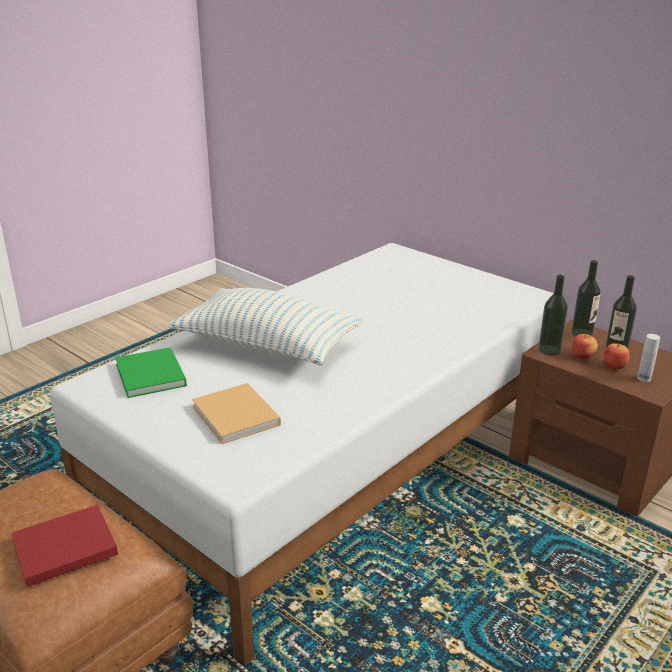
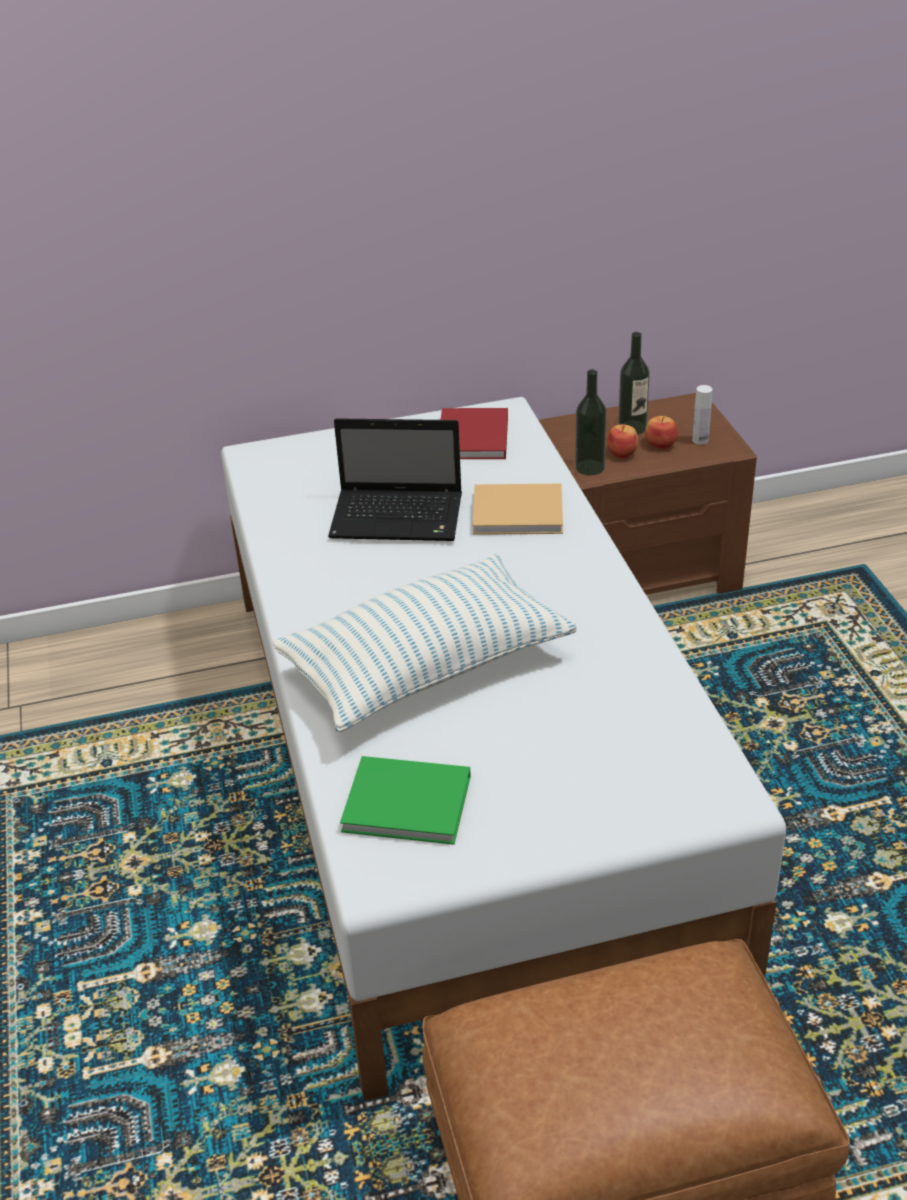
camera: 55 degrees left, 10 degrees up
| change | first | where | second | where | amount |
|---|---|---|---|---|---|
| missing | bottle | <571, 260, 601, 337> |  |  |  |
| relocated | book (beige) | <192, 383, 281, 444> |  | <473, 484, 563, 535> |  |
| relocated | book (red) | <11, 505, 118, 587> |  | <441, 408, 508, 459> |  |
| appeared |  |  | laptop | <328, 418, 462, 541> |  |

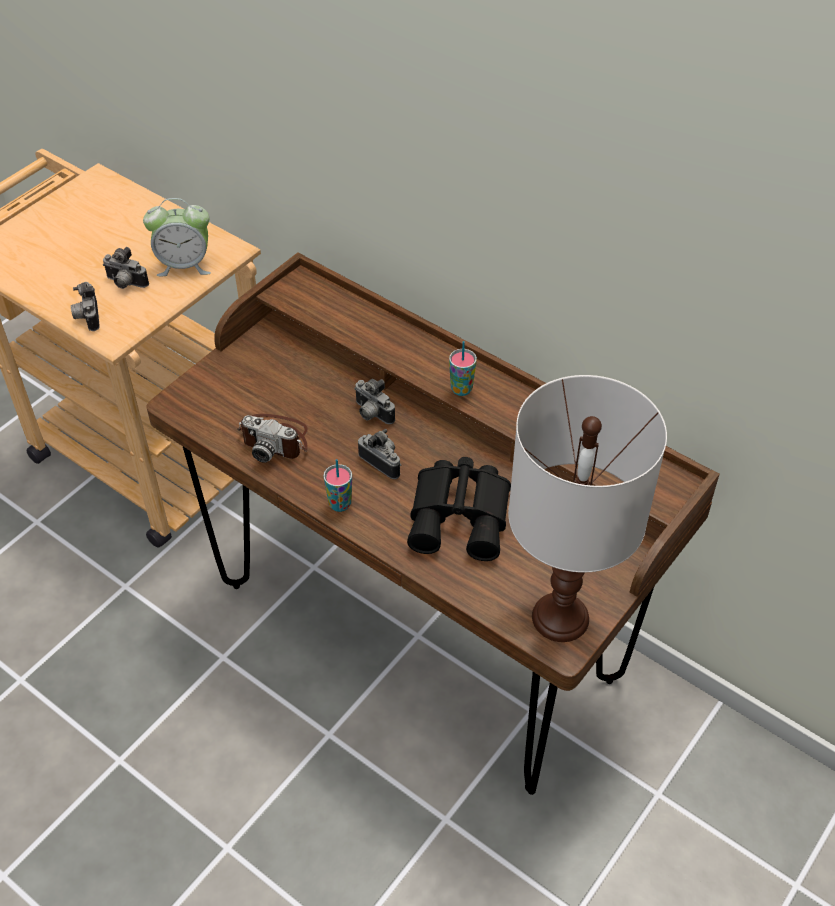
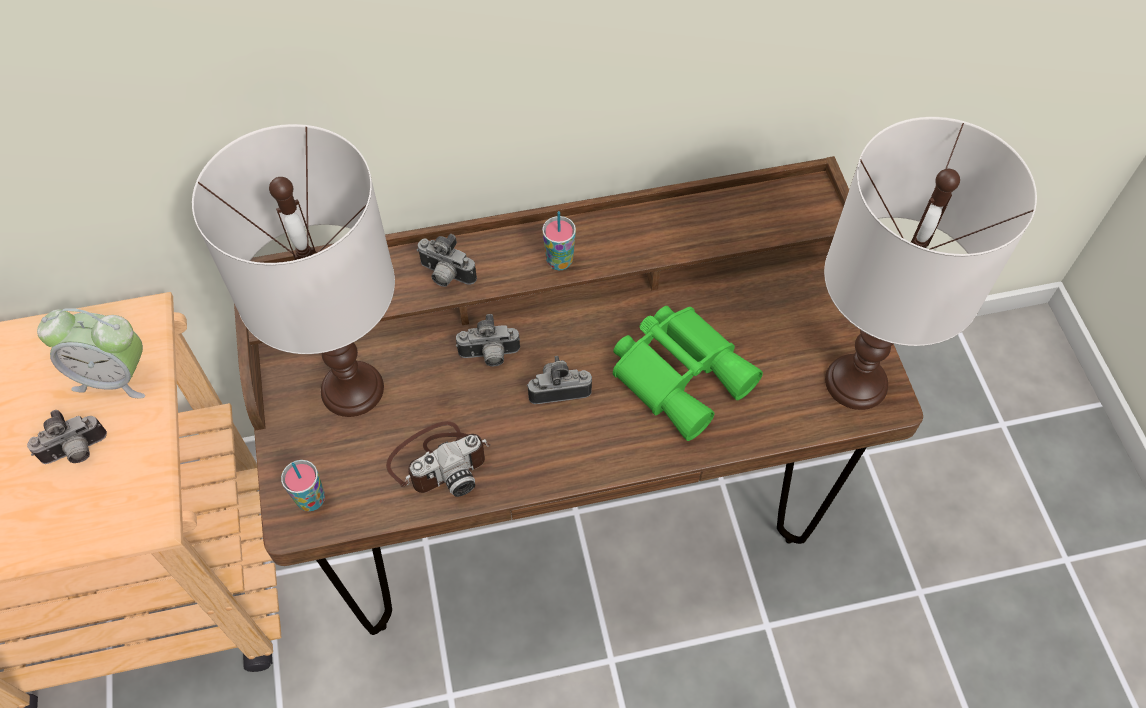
camera: 50 degrees left, 10 degrees up
| change | first | where | second | where | amount |
|---|---|---|---|---|---|
| spun | alarm clock | <143, 198, 211, 276> |  | <37, 308, 145, 398> | 60 degrees clockwise |
| relocated | photo camera | <71, 282, 100, 331> |  | <417, 234, 477, 287> |  |
| colour | binoculars (black) | <407, 457, 511, 561> | binoculars (green) | <613, 306, 763, 441> |  |
| relocated | cup | <323, 459, 352, 512> |  | <281, 460, 325, 511> |  |
| appeared |  |  | table lamp (white) | <192, 124, 395, 417> |  |

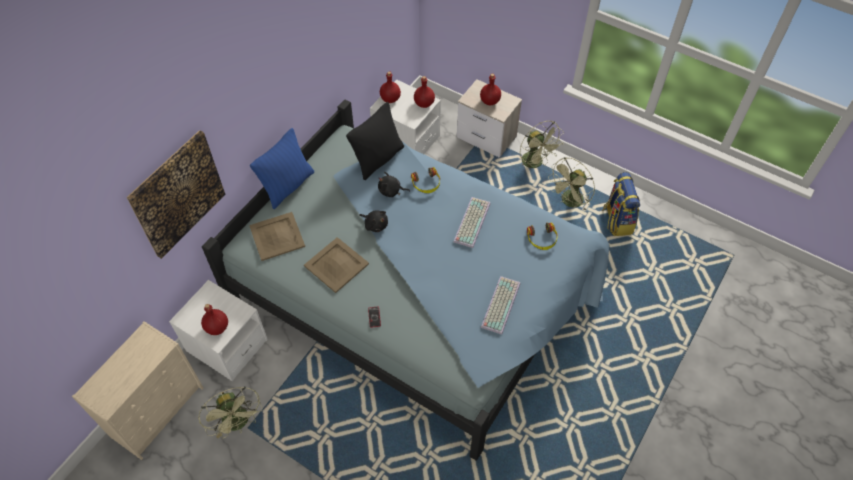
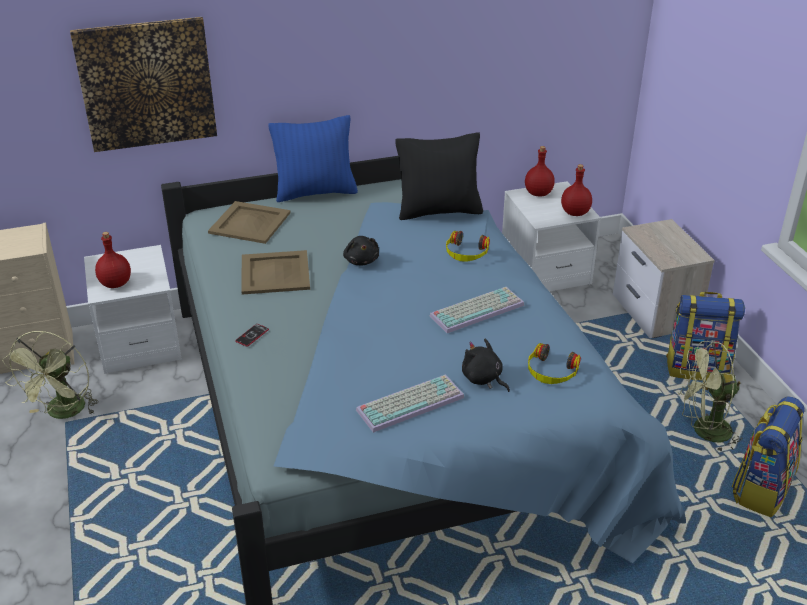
camera: 40 degrees right, 20 degrees down
| change | first | where | second | where | amount |
|---|---|---|---|---|---|
| missing | bottle (red) | <480, 74, 501, 105> |  |  |  |
| exchanged | fan (green) | <520, 121, 564, 168> | backpack | <666, 292, 745, 381> |  |
| relocated | plush toy (black) | <378, 172, 410, 197> |  | <462, 339, 510, 392> |  |

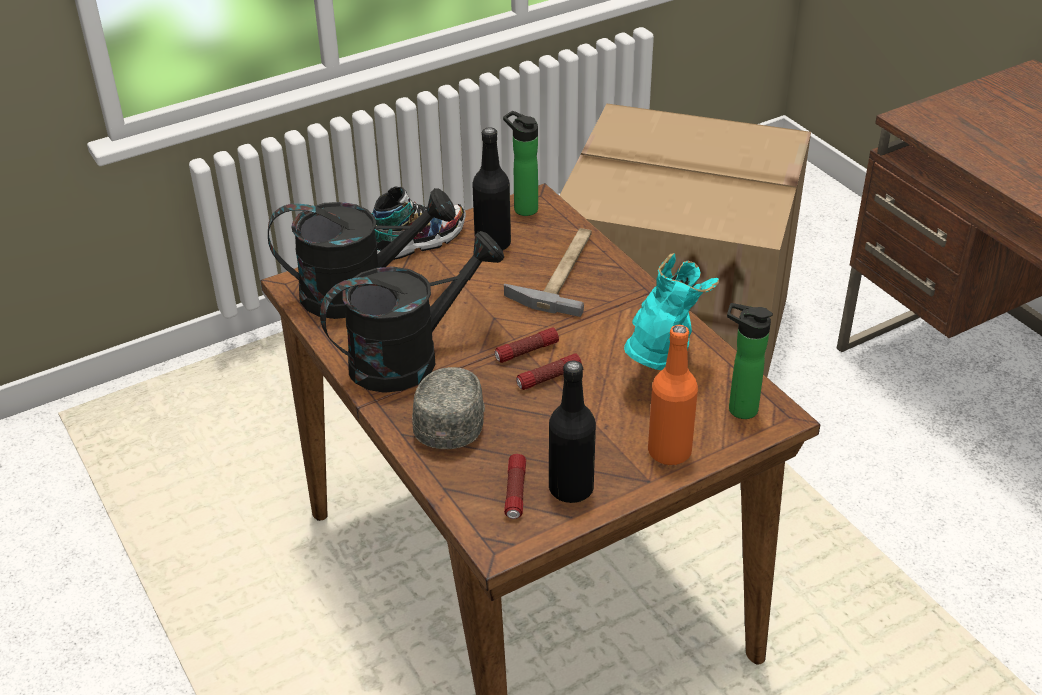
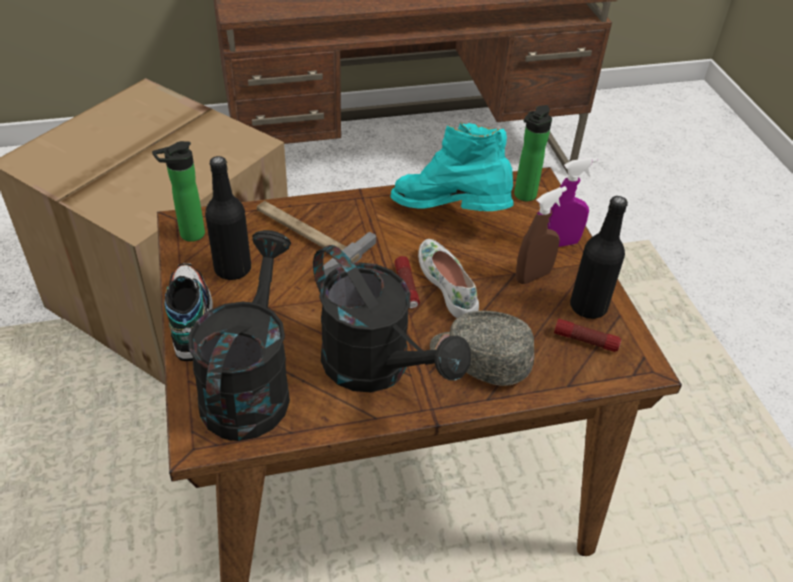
camera: 75 degrees left, 5 degrees up
| change | first | where | second | where | amount |
|---|---|---|---|---|---|
| spun | watering can (black) | <320, 231, 504, 393> |  | <313, 245, 471, 392> | 150 degrees clockwise |
| exchanged | bottle (orange) | <648, 325, 698, 465> | spray bottle (purple) | <547, 158, 597, 247> |  |
| exchanged | flashlight | <516, 353, 582, 390> | shoe (white) | <418, 239, 479, 318> |  |
| appeared |  |  | spray bottle (brown) | <516, 186, 567, 284> |  |

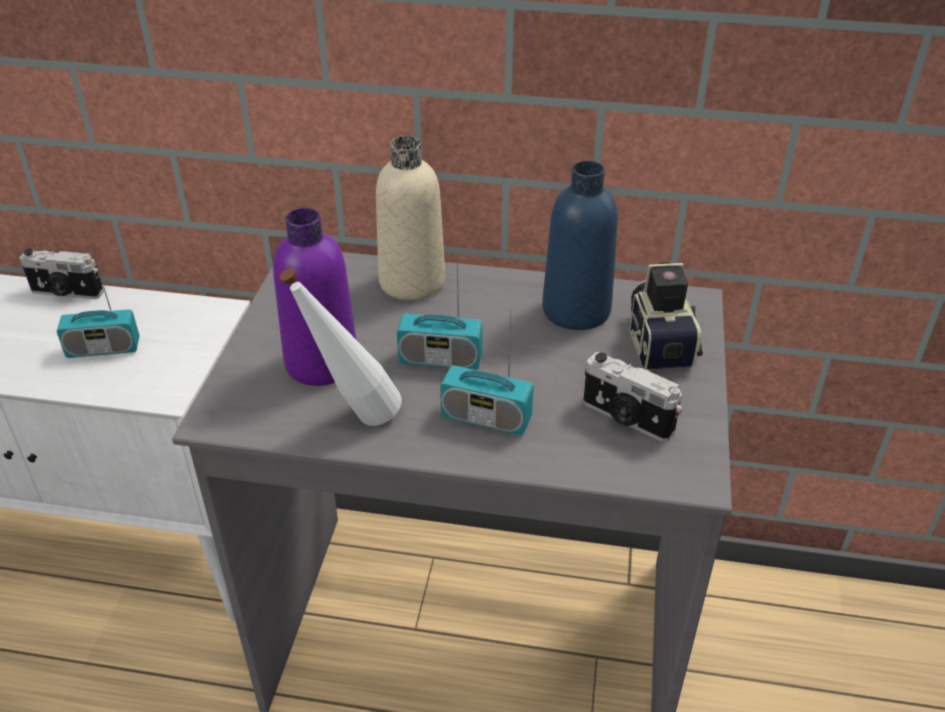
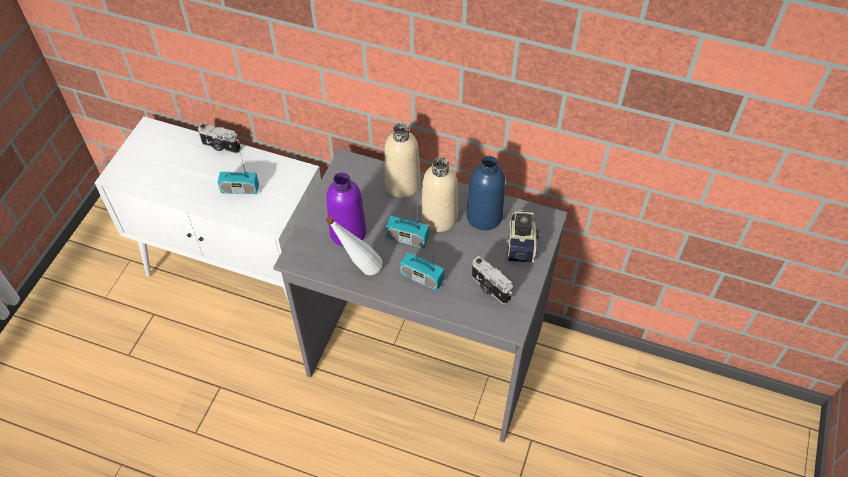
camera: 10 degrees right, 15 degrees up
| change | first | where | second | where | amount |
|---|---|---|---|---|---|
| appeared |  |  | bottle (beige) | <421, 157, 458, 232> |  |

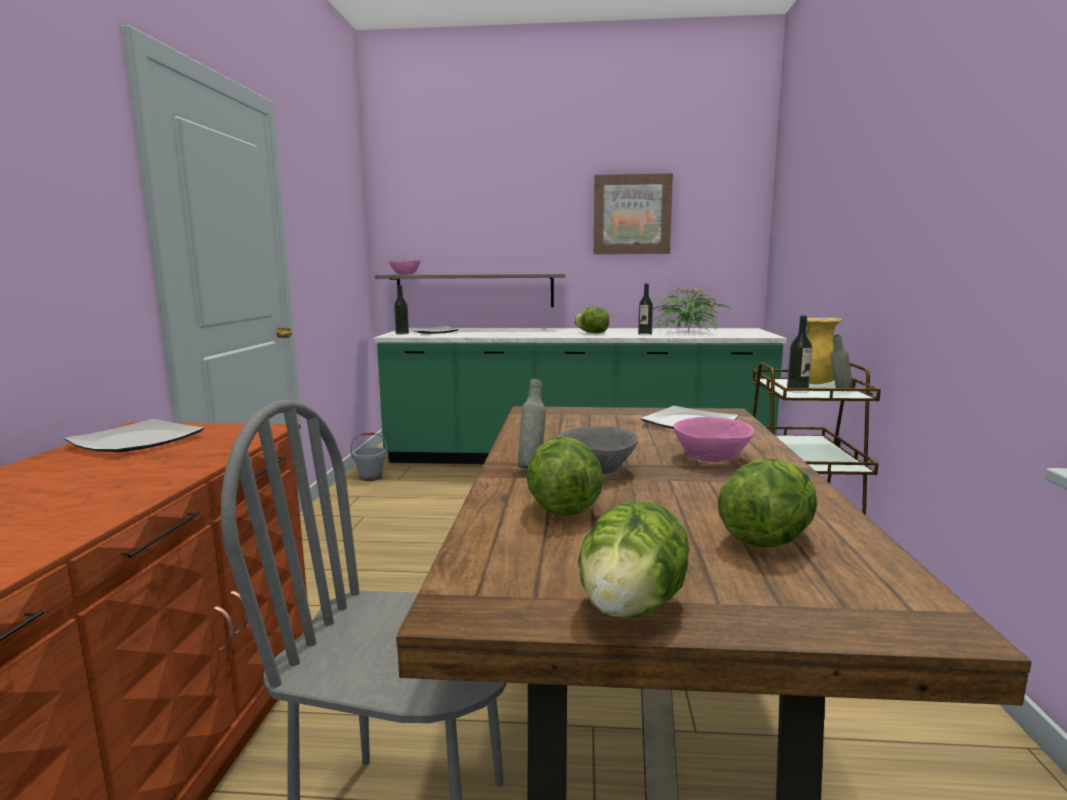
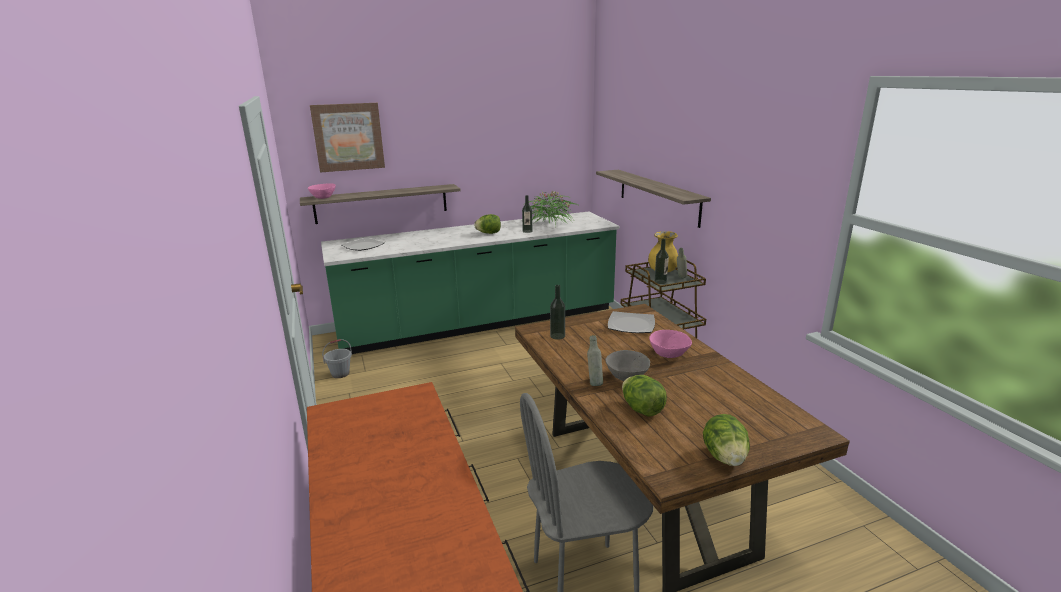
camera: 25 degrees left, 10 degrees up
| change | first | where | second | where | amount |
|---|---|---|---|---|---|
| relocated | picture | <594, 173, 673, 254> |  | <310, 103, 385, 173> |  |
| relocated | bottle | <394, 285, 409, 334> |  | <550, 285, 565, 340> |  |
| missing | plate | <64, 419, 205, 452> |  |  |  |
| missing | lettuce | <718, 459, 817, 548> |  |  |  |
| appeared |  |  | shelf | <596, 170, 711, 228> |  |

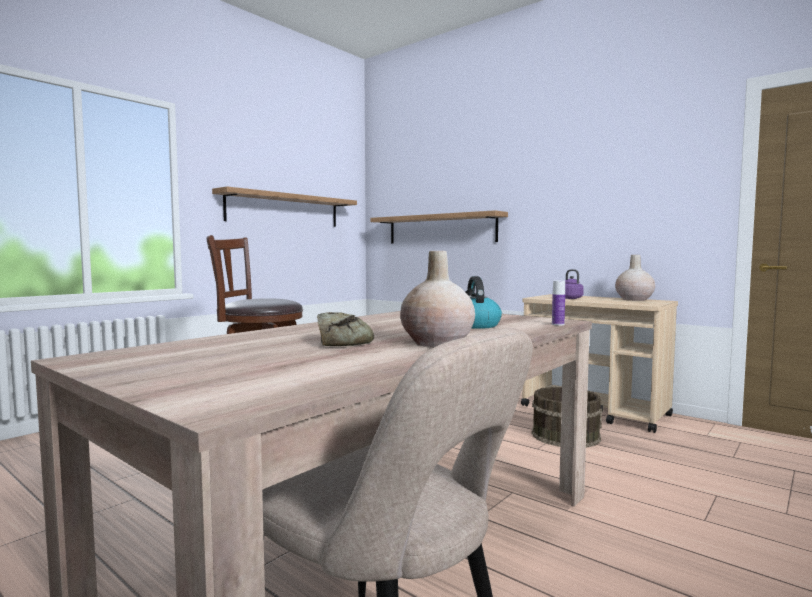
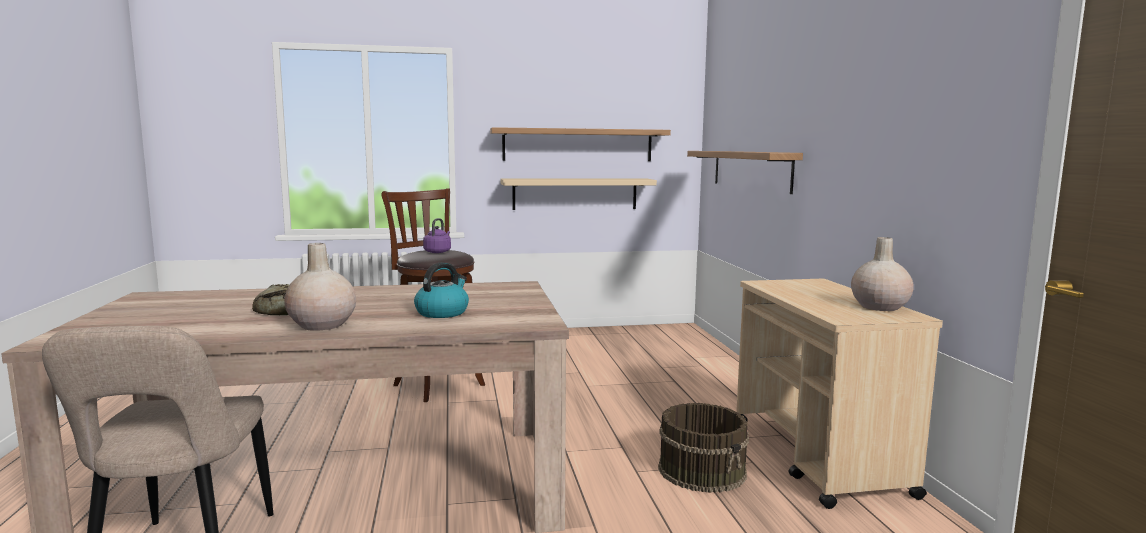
camera: 40 degrees right, 5 degrees up
| change | first | where | second | where | amount |
|---|---|---|---|---|---|
| relocated | kettle (purple) | <565, 269, 584, 299> |  | <423, 218, 451, 253> |  |
| missing | bottle | <552, 281, 565, 326> |  |  |  |
| appeared |  |  | shelf (beige) | <501, 179, 657, 210> |  |

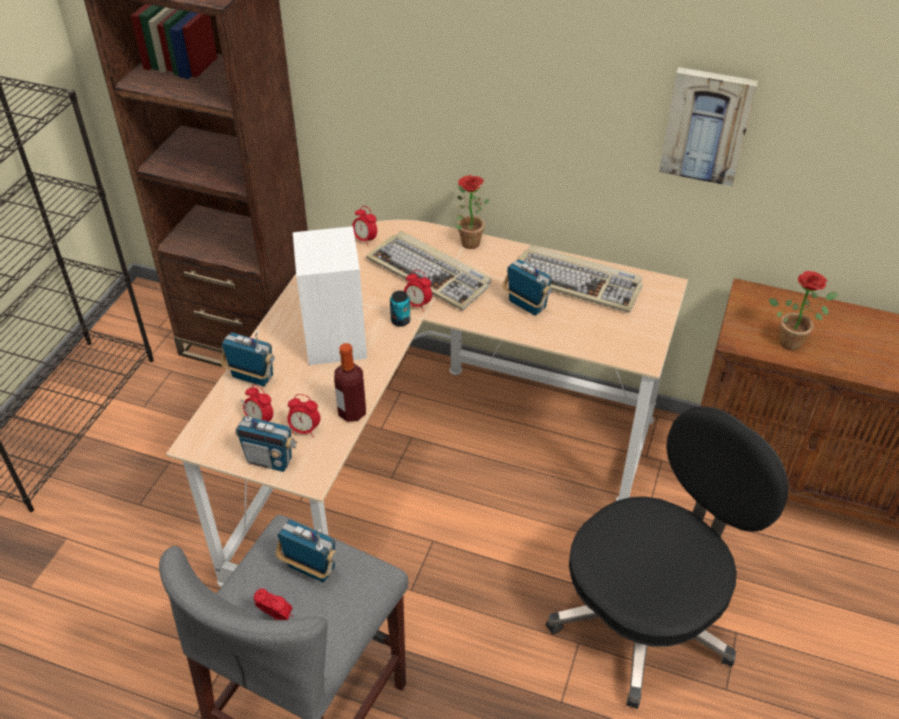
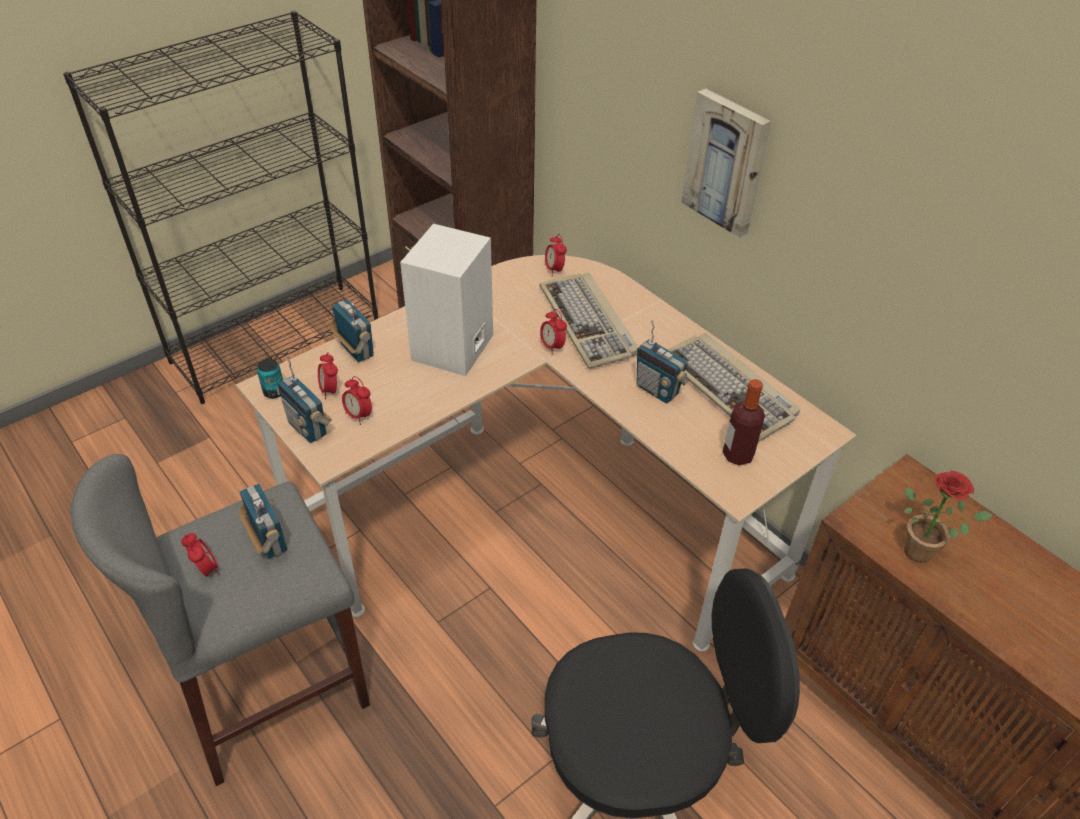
camera: 30 degrees right, 0 degrees up
| change | first | where | second | where | amount |
|---|---|---|---|---|---|
| relocated | picture | <659, 67, 758, 187> |  | <681, 89, 771, 238> |  |
| missing | potted plant | <455, 175, 490, 249> |  |  |  |
| spun | radio | <503, 259, 552, 316> |  | <635, 320, 689, 403> | 150 degrees clockwise |
| relocated | can | <390, 291, 410, 327> |  | <257, 358, 283, 398> |  |
| relocated | bottle | <334, 343, 366, 422> |  | <723, 379, 765, 466> |  |

